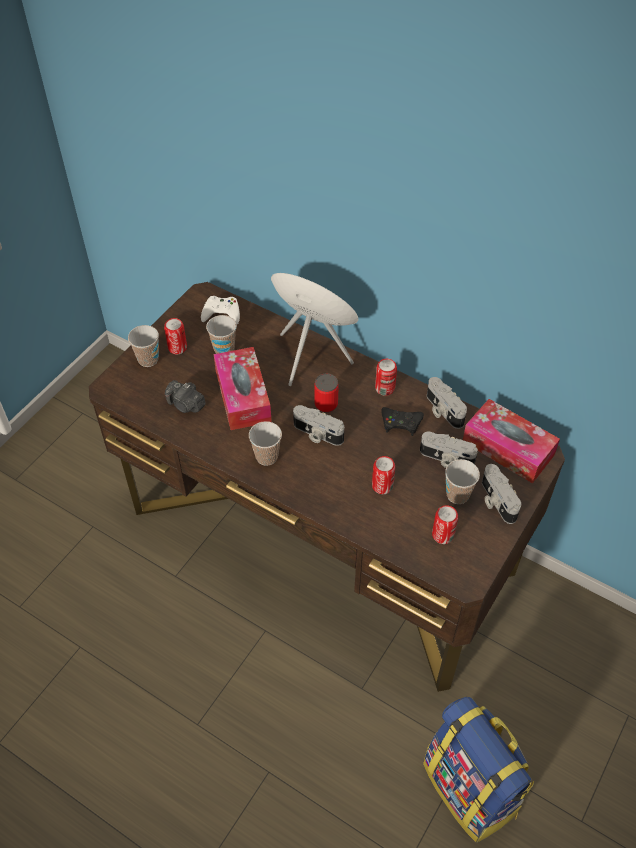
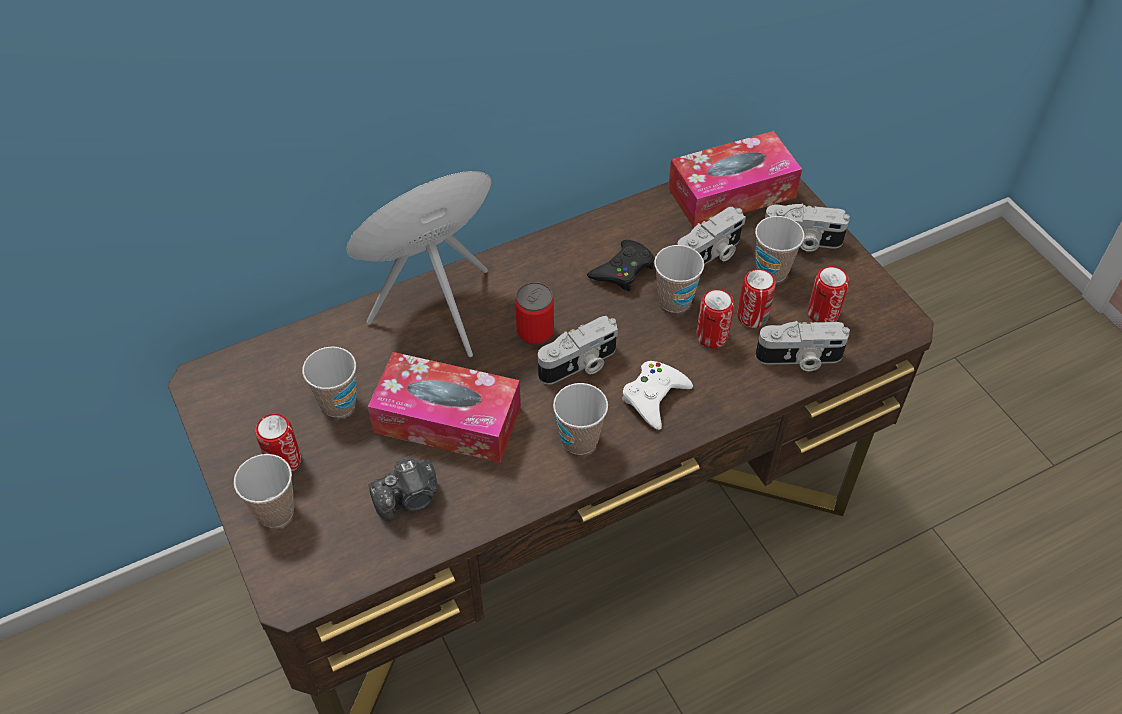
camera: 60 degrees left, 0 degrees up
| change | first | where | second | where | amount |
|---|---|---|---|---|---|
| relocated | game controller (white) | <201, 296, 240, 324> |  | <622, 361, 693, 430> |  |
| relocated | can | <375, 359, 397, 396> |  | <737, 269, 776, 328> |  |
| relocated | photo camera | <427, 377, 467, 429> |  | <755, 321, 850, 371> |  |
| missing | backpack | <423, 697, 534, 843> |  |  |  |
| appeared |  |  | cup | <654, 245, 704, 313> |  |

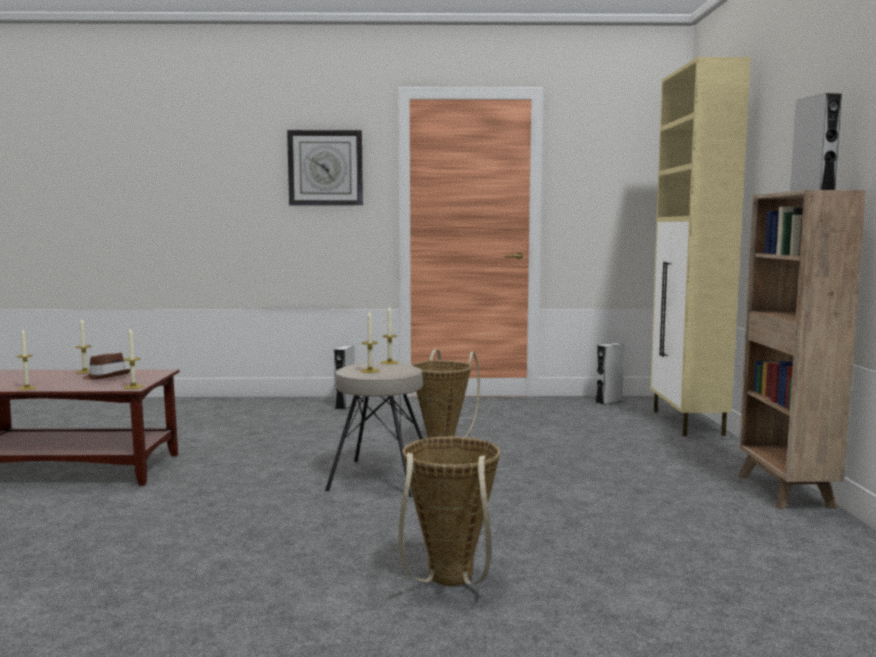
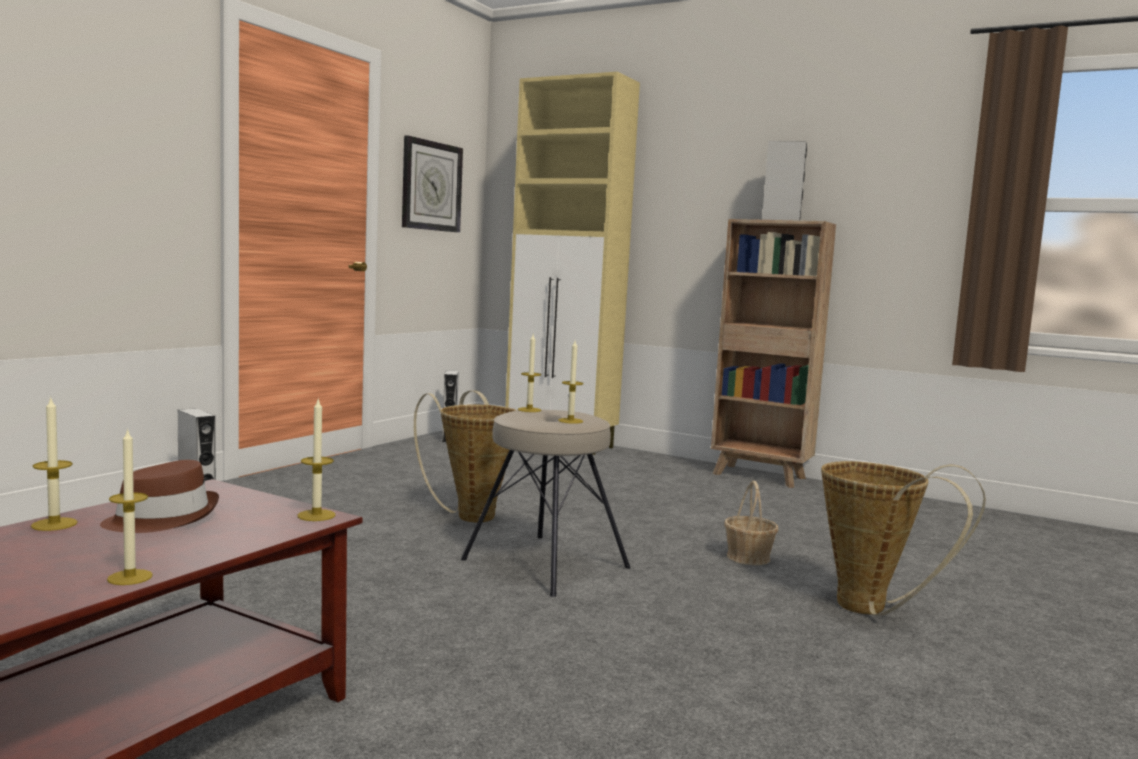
camera: 60 degrees left, 0 degrees up
| change | first | where | second | where | amount |
|---|---|---|---|---|---|
| relocated | wall clock | <287, 130, 363, 206> |  | <402, 135, 463, 232> |  |
| appeared |  |  | basket | <724, 481, 778, 565> |  |

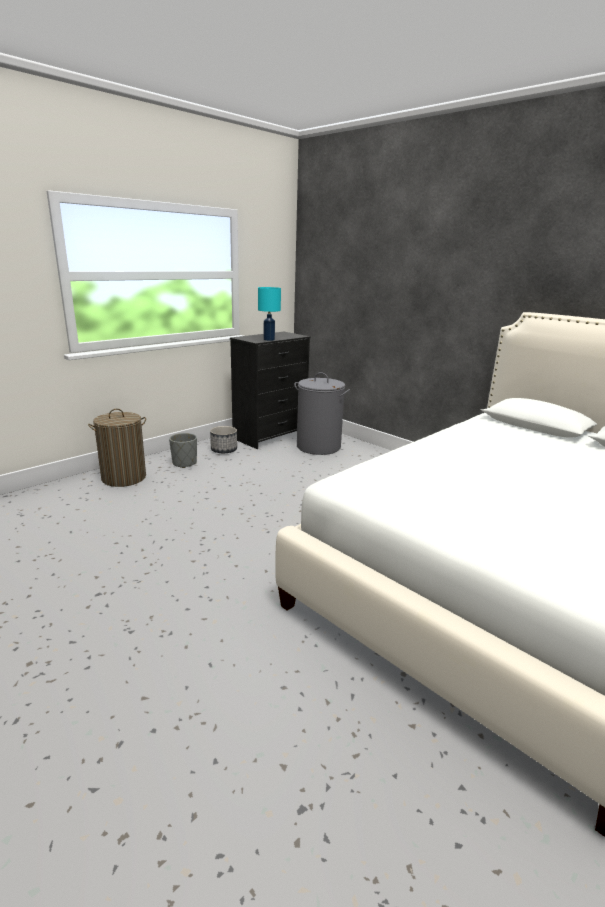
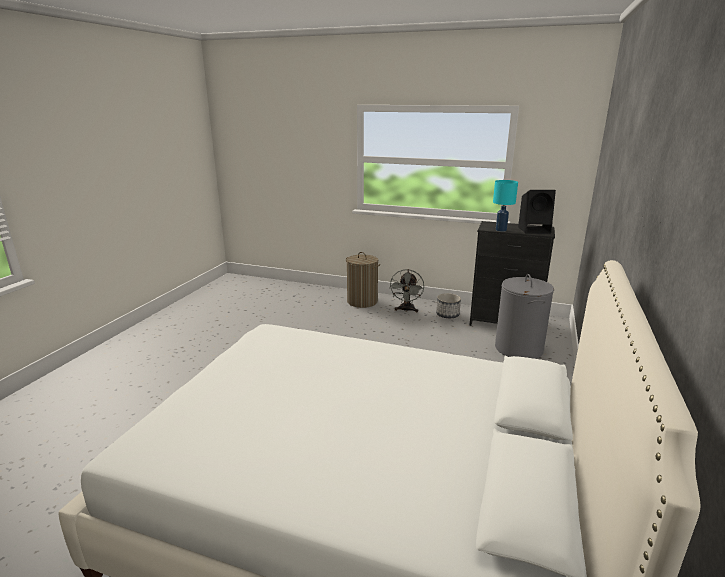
camera: 65 degrees right, 0 degrees up
| change | first | where | second | where | amount |
|---|---|---|---|---|---|
| exchanged | planter (grey) | <169, 433, 197, 468> | fan (grey) | <389, 269, 424, 312> |  |
| appeared |  |  | speaker (black) | <518, 190, 556, 234> |  |

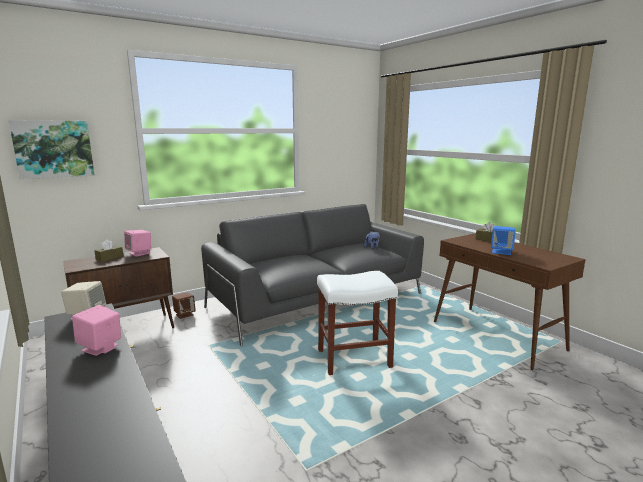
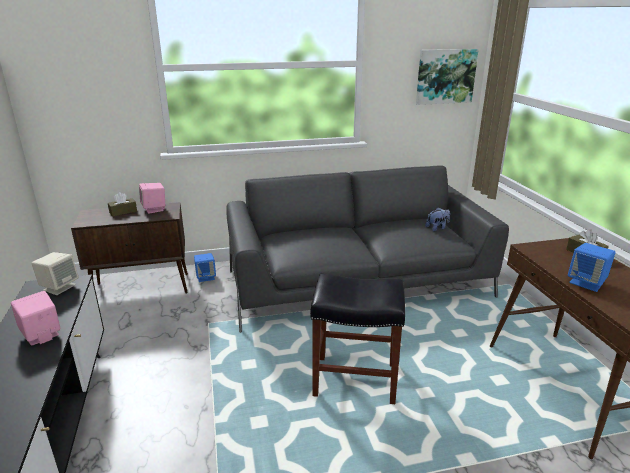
camera: 20 degrees right, 10 degrees up
| change | first | where | second | where | amount |
|---|---|---|---|---|---|
| relocated | picture | <9, 120, 95, 180> |  | <416, 49, 479, 105> |  |
| colour | stool (white) | <317, 271, 398, 375> | stool (black) | <310, 274, 405, 404> |  |
| colour | speaker (brown) | <172, 292, 196, 319> | speaker (blue) | <194, 253, 216, 282> |  |

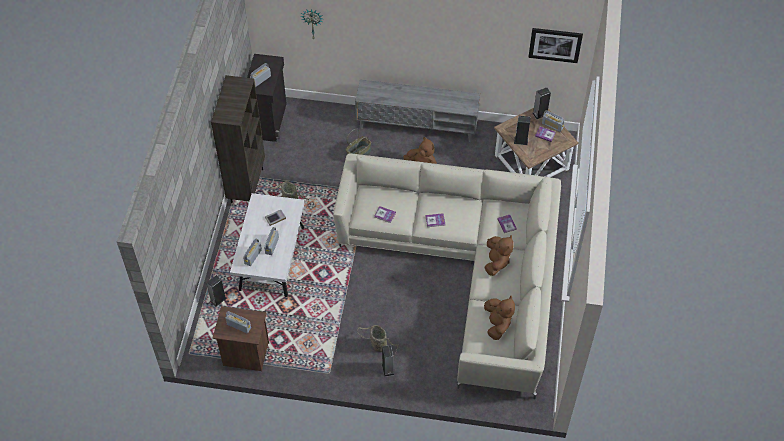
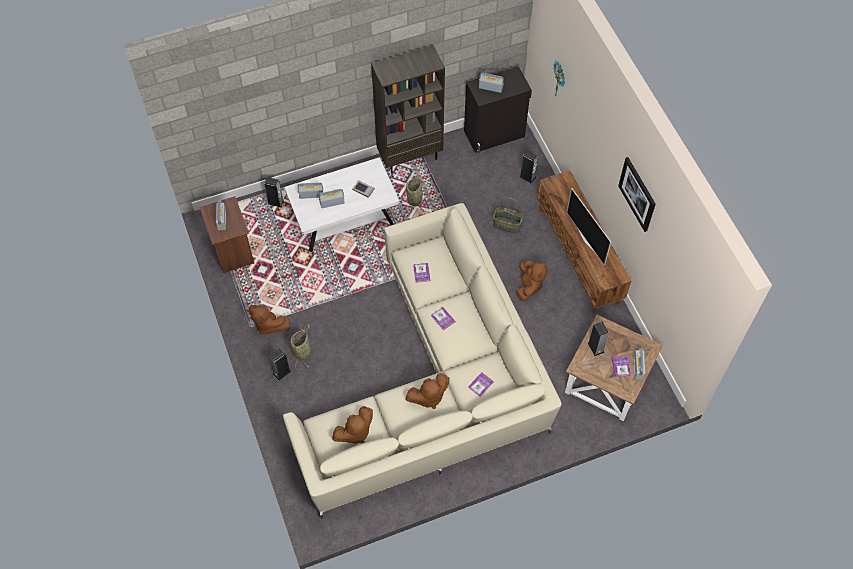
camera: 60 degrees right, 5 degrees up
| change | first | where | second | where | amount |
|---|---|---|---|---|---|
| relocated | picture | <528, 28, 583, 63> |  | <618, 157, 656, 232> |  |
| colour | tv stand (grey) | <355, 80, 480, 142> | tv stand (brown) | <537, 170, 631, 313> |  |
| relocated | speaker | <532, 88, 551, 119> |  | <520, 150, 538, 183> |  |
| appeared |  |  | television | <567, 188, 611, 266> |  |
| appeared |  |  | plush toy (brown) | <249, 305, 290, 335> |  |

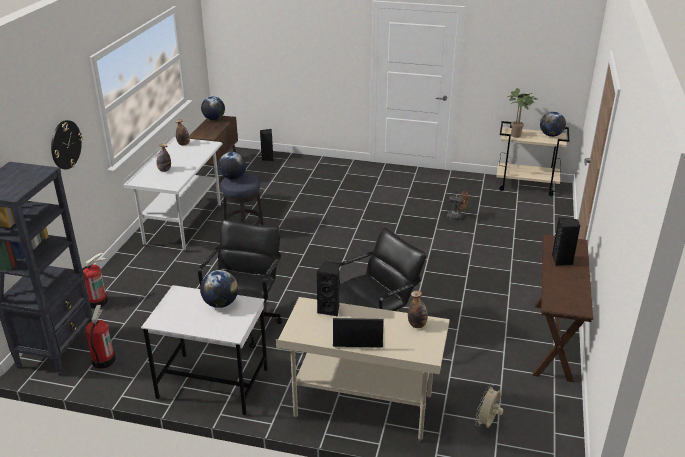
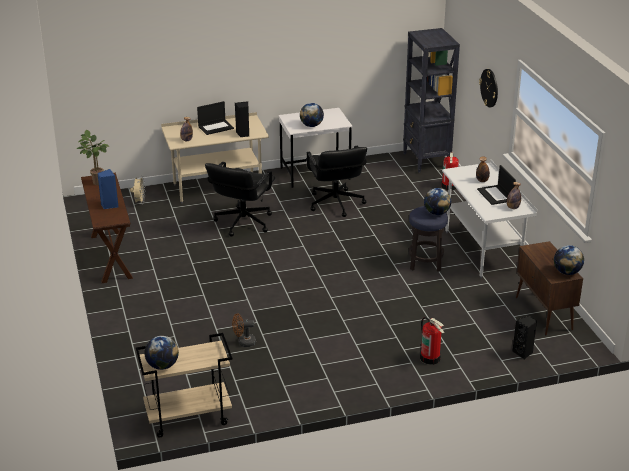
camera: 150 degrees right, 0 degrees up
| change | first | where | second | where | amount |
|---|---|---|---|---|---|
| relocated | potted plant | <508, 88, 538, 138> |  | <77, 130, 109, 185> |  |
| colour | speaker (black) | <552, 217, 580, 266> | speaker (blue) | <97, 169, 118, 209> |  |
| relocated | fire extinguisher | <85, 305, 116, 369> |  | <420, 317, 445, 365> |  |
| appeared |  |  | laptop | <477, 165, 516, 205> |  |

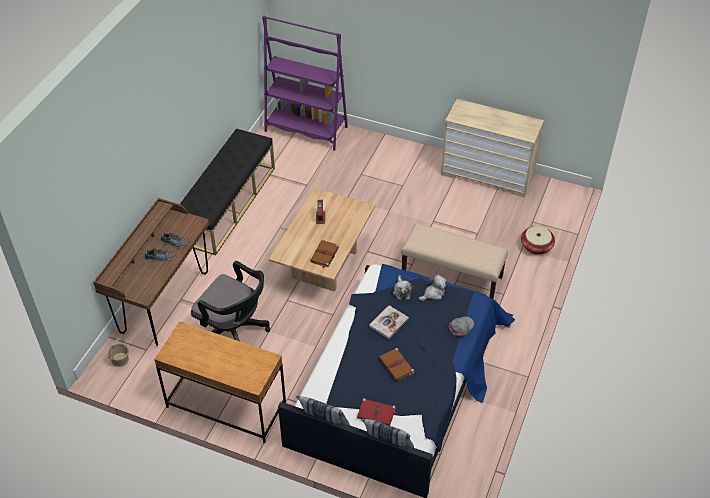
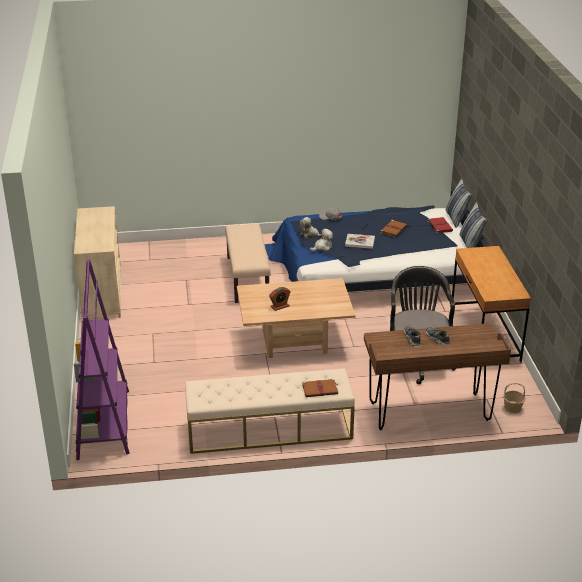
camera: 120 degrees left, 15 degrees down
| change | first | where | second | where | amount |
|---|---|---|---|---|---|
| colour | bench (black) | <180, 128, 275, 256> | bench (beige) | <185, 368, 355, 454> |  |
| missing | basket | <521, 226, 555, 255> |  |  |  |
| relocated | book (brown) | <310, 240, 339, 268> |  | <302, 379, 338, 397> |  |

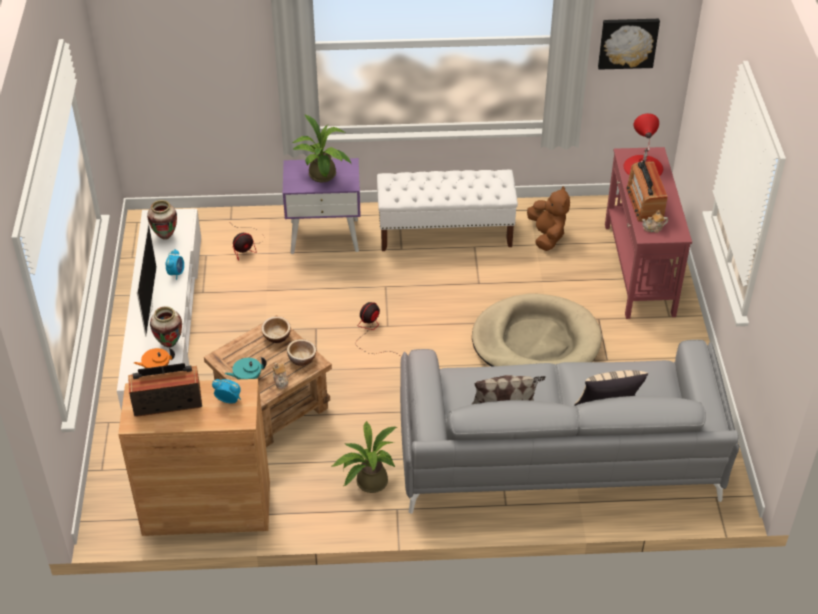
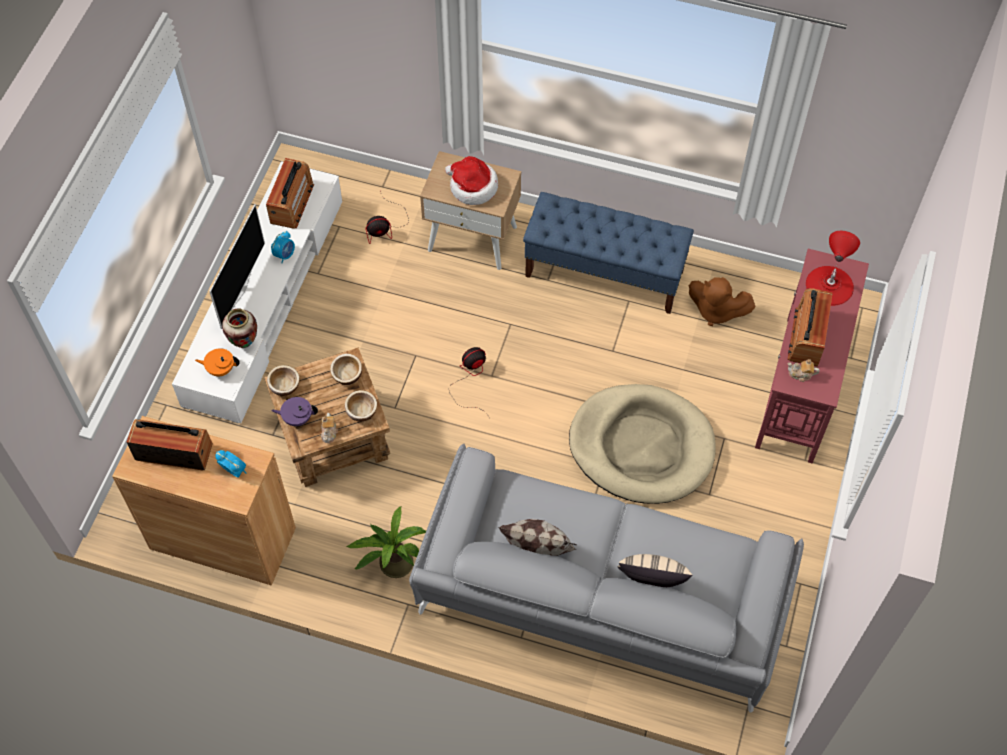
camera: 20 degrees right, 15 degrees up
| change | first | where | second | where | amount |
|---|---|---|---|---|---|
| missing | picture | <598, 19, 660, 70> |  |  |  |
| exchanged | potted plant | <292, 114, 351, 182> | hat | <445, 156, 498, 205> |  |
| colour | nightstand (purple) | <283, 158, 361, 254> | nightstand (beige) | <420, 151, 521, 270> |  |
| colour | bench (white) | <377, 170, 518, 251> | bench (blue) | <523, 192, 694, 314> |  |
| spun | plush toy (brown) | <527, 186, 570, 251> |  | <689, 277, 756, 326> | 105 degrees clockwise |
| exchanged | vase | <147, 200, 177, 240> | radio | <266, 158, 314, 229> |  |
| colour | teapot (turquoise) | <225, 357, 267, 379> | teapot (purple) | <271, 397, 318, 426> |  |
| appeared |  |  | bowl | <267, 365, 300, 396> |  |

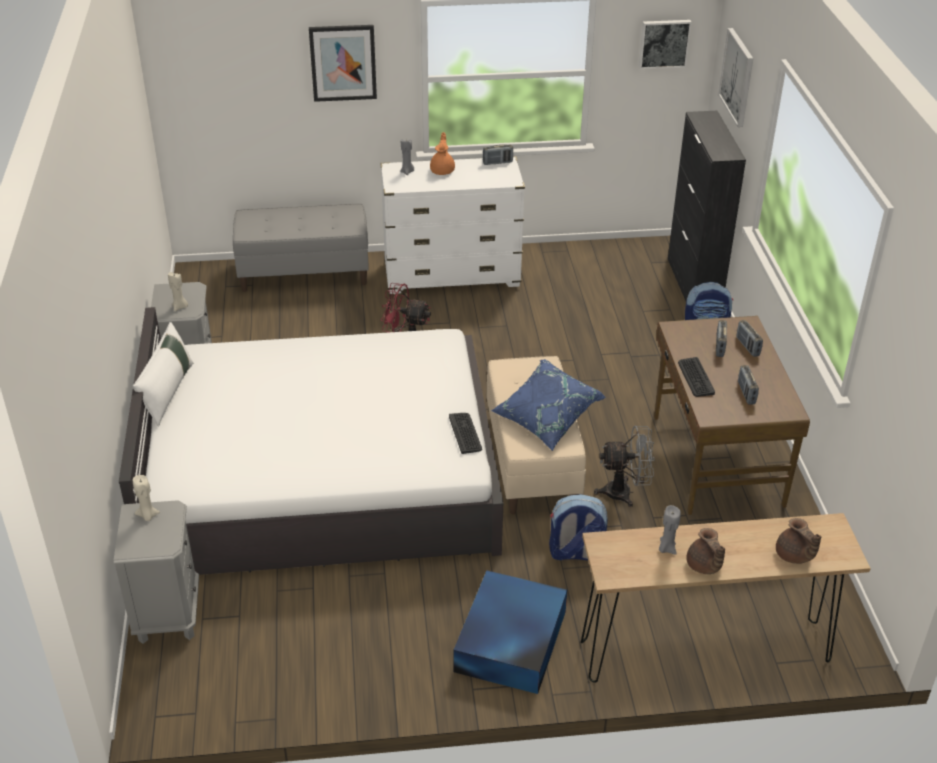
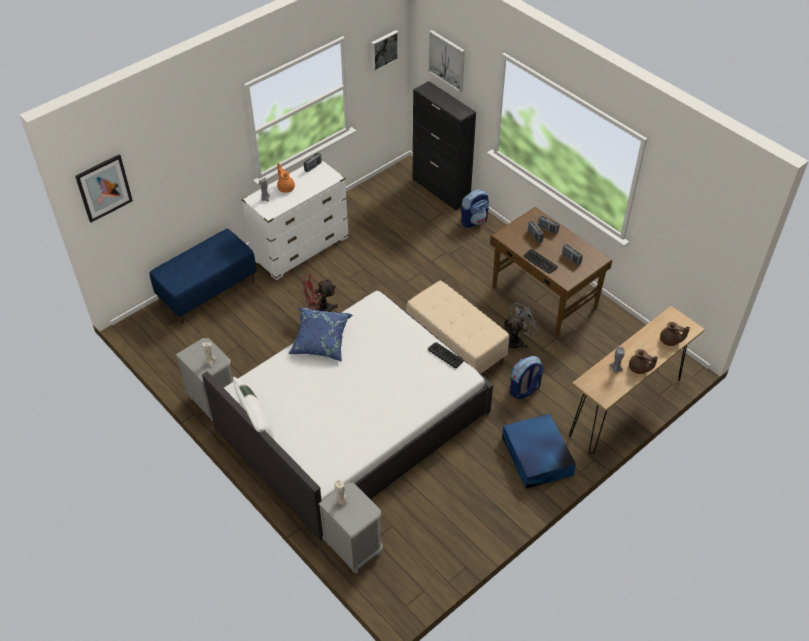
camera: 35 degrees left, 10 degrees up
| change | first | where | second | where | amount |
|---|---|---|---|---|---|
| relocated | picture | <309, 25, 377, 102> |  | <75, 154, 133, 222> |  |
| colour | bench (grey) | <233, 204, 369, 292> | bench (blue) | <150, 229, 257, 324> |  |
| relocated | pillow (blue) | <491, 359, 606, 451> |  | <288, 307, 353, 362> |  |

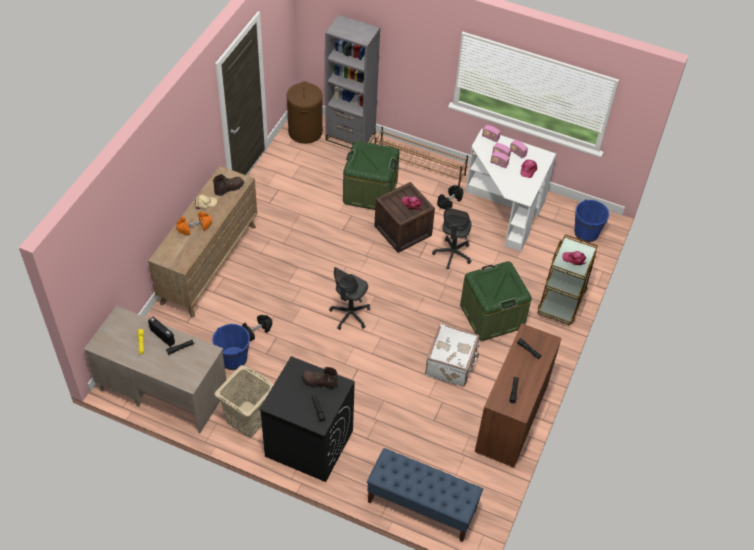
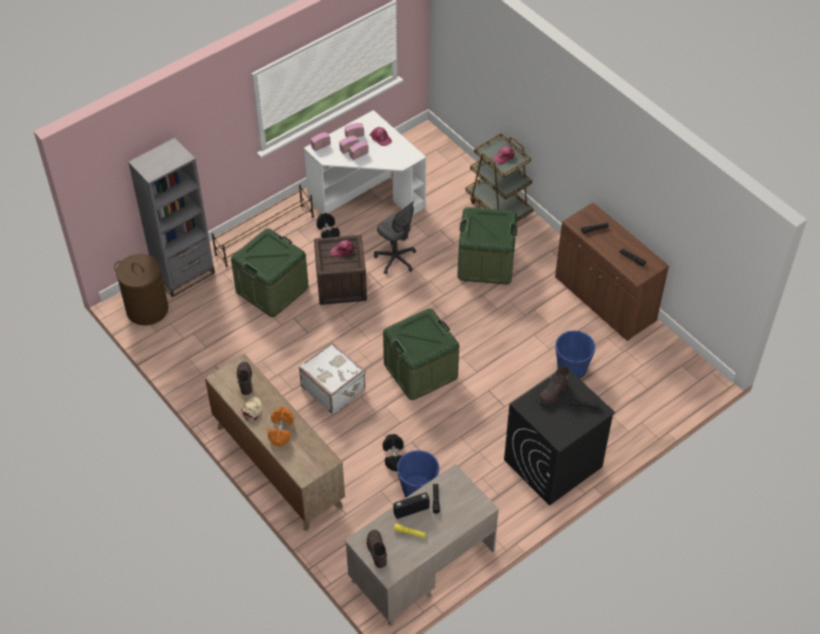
camera: 60 degrees left, 0 degrees up
| change | first | where | second | where | amount |
|---|---|---|---|---|---|
| relocated | bucket (blue) | <574, 199, 609, 242> |  | <555, 330, 596, 379> |  |
| exchanged | office chair (grey) | <329, 267, 370, 330> | storage box (green) | <383, 308, 459, 400> |  |
| relocated | suitcase (white) | <425, 324, 480, 386> |  | <299, 342, 366, 414> |  |
| missing | laundry basket (beige) | <215, 365, 274, 437> |  |  |  |
| missing | bench (blue) | <367, 448, 483, 542> |  |  |  |
| appeared |  |  | boot (brown) | <367, 530, 387, 568> |  |

